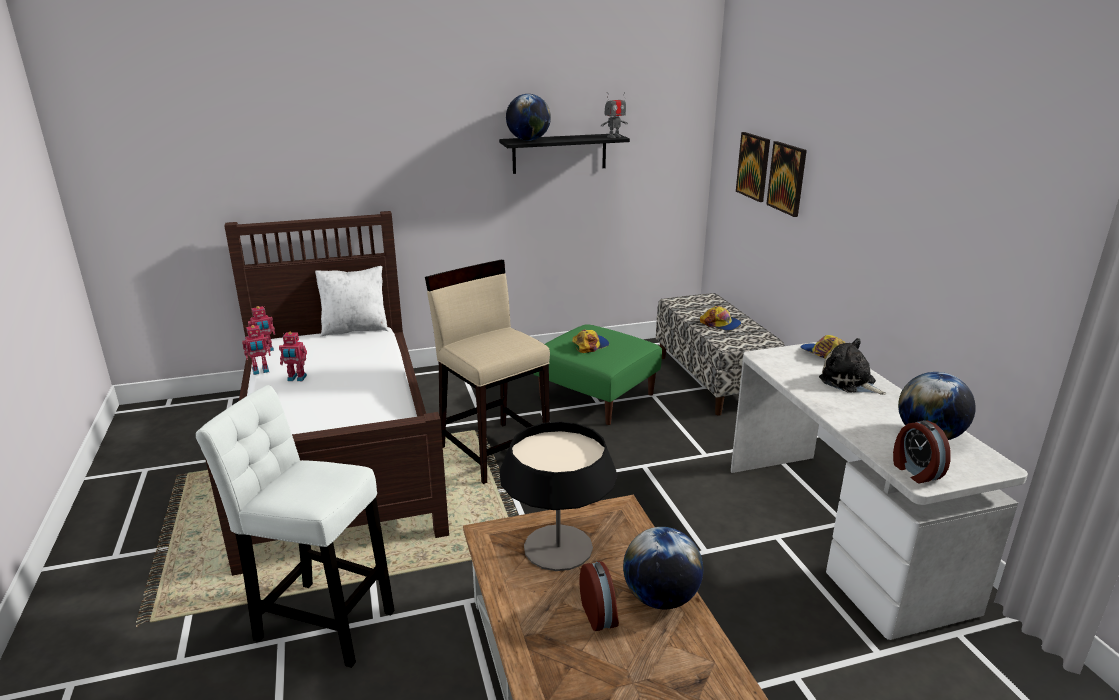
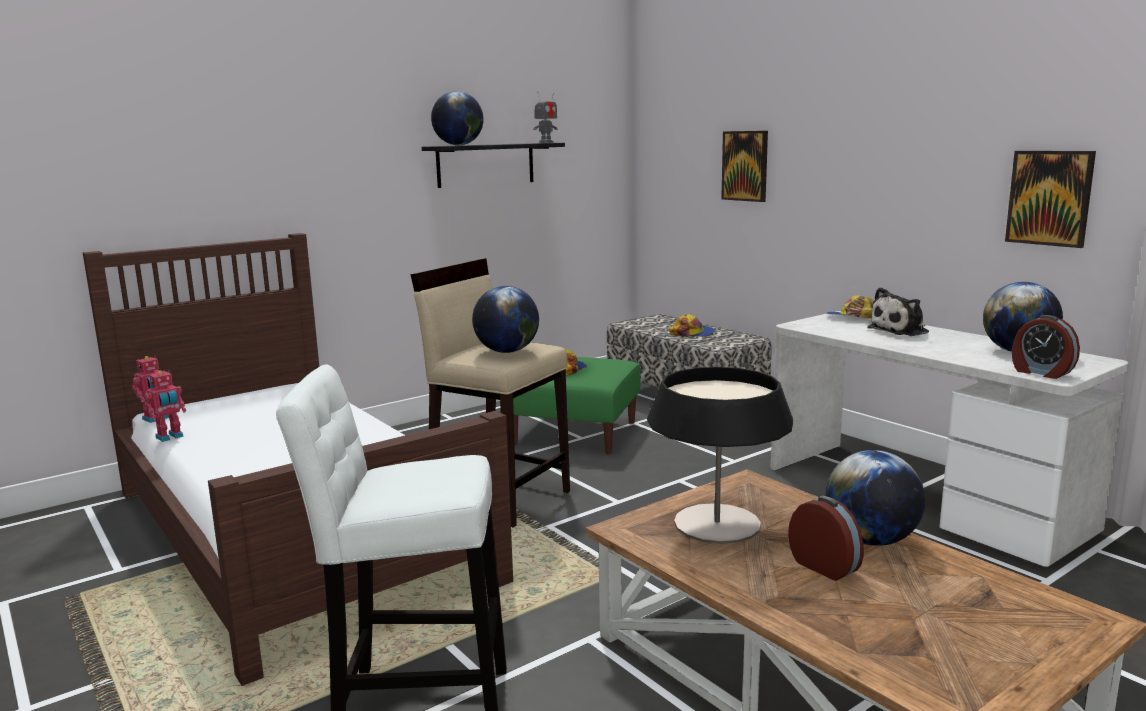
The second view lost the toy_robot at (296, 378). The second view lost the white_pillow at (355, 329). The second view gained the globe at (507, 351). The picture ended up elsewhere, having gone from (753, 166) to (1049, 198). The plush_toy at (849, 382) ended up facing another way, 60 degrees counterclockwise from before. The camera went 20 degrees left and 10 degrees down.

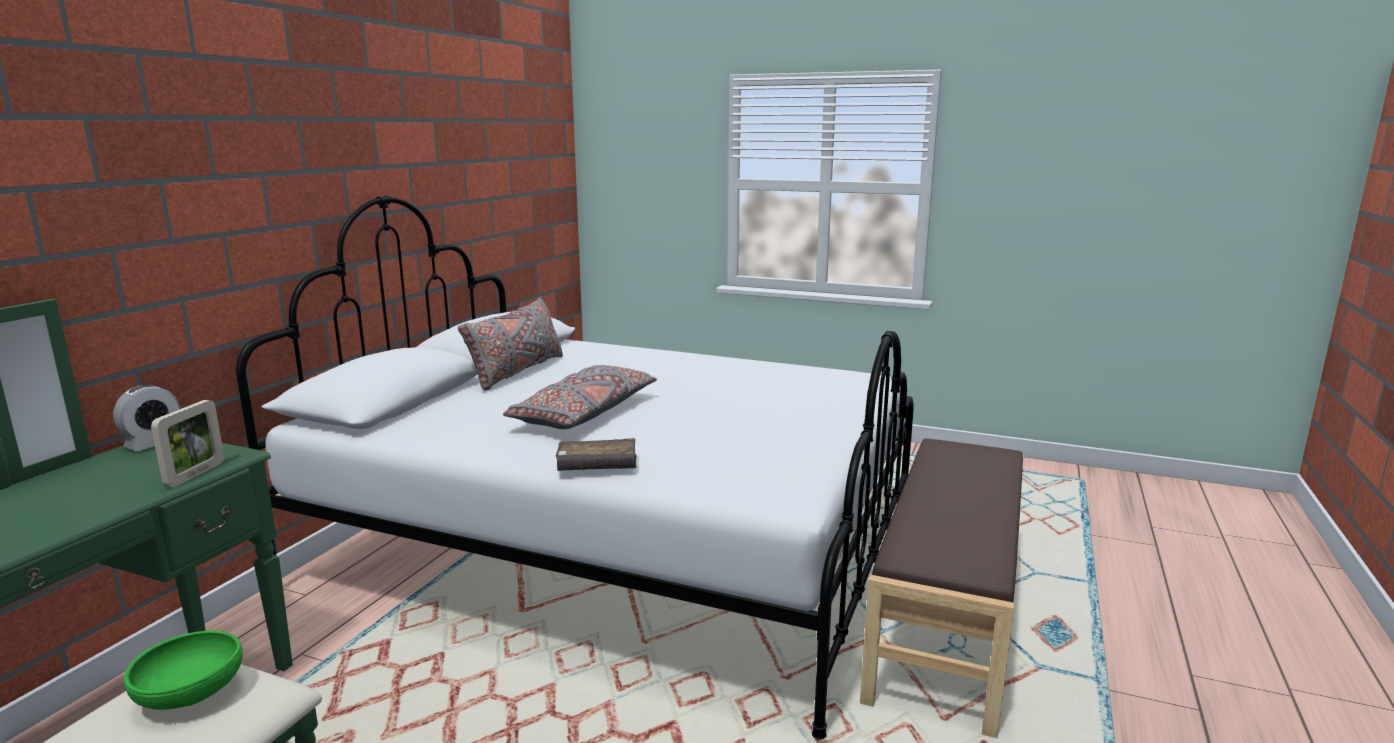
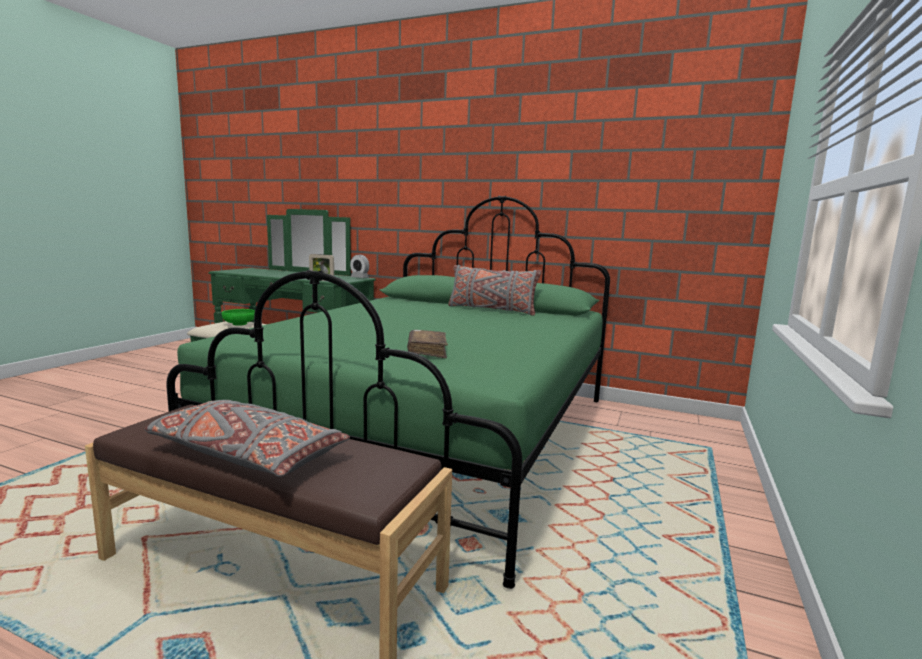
The grey_pillow ended up elsewhere, having gone from (584, 414) to (246, 455). The brown_book ended up elsewhere, having gone from (597, 467) to (427, 351). What was the white_bed at (618, 548) turned into the green_bed at (435, 435). The camera went 90 degrees right and 5 degrees down.

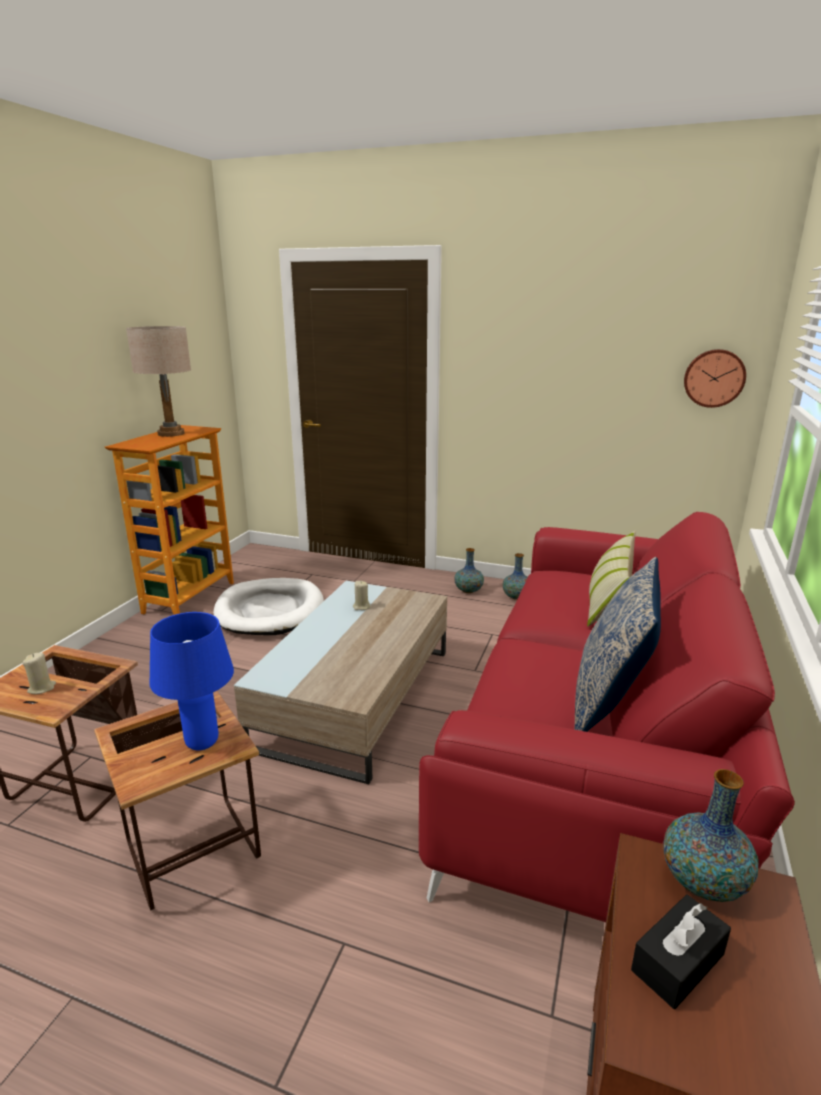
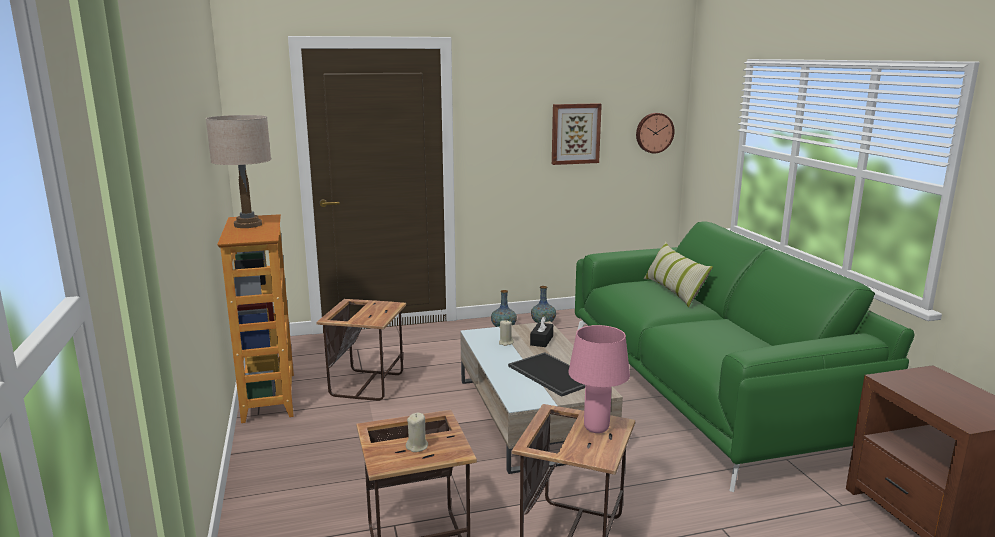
The second view lost the pillow at (609, 702). The second view lost the vase at (703, 882). The second view gained the tray at (550, 374). The second view gained the picture at (575, 133). The black_tissue_box ended up elsewhere, having gone from (677, 962) to (541, 340). Where the white_dog_bed stood at (270, 611), the side_table came to stand at (367, 384). What was the blue_table_lamp at (202, 741) turned into the pink_table_lamp at (595, 428). What was the red_sofa at (595, 744) turned into the green_sofa at (705, 389). The camera went 35 degrees left and 5 degrees down.

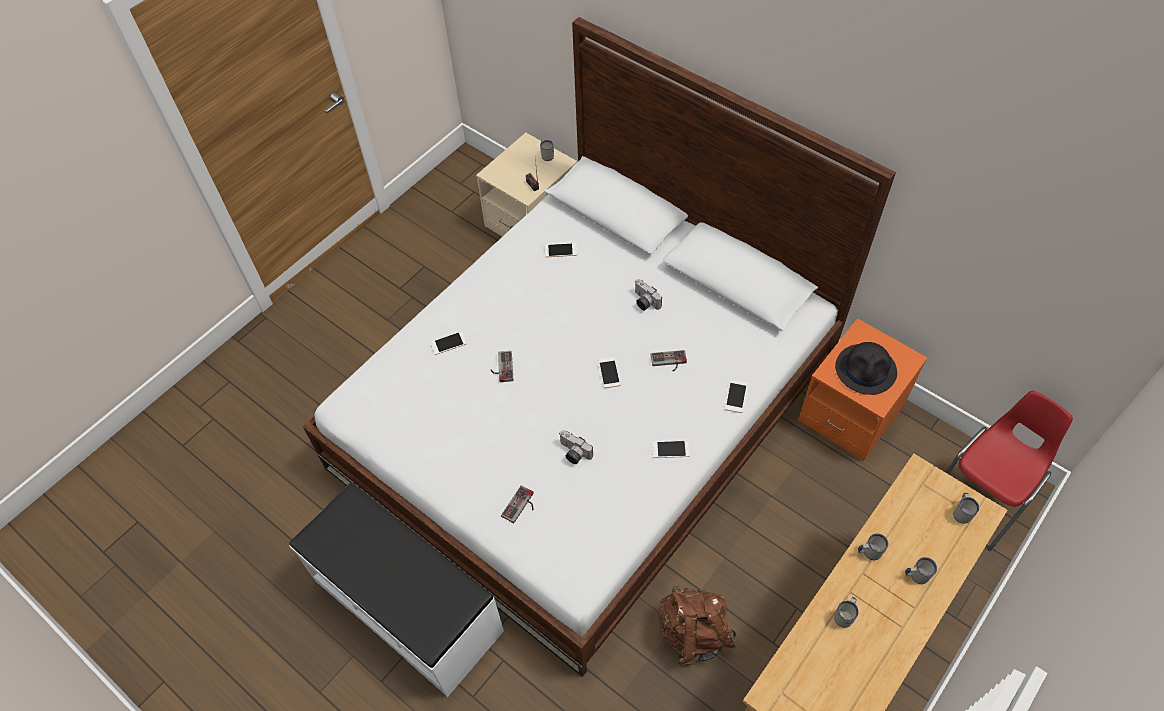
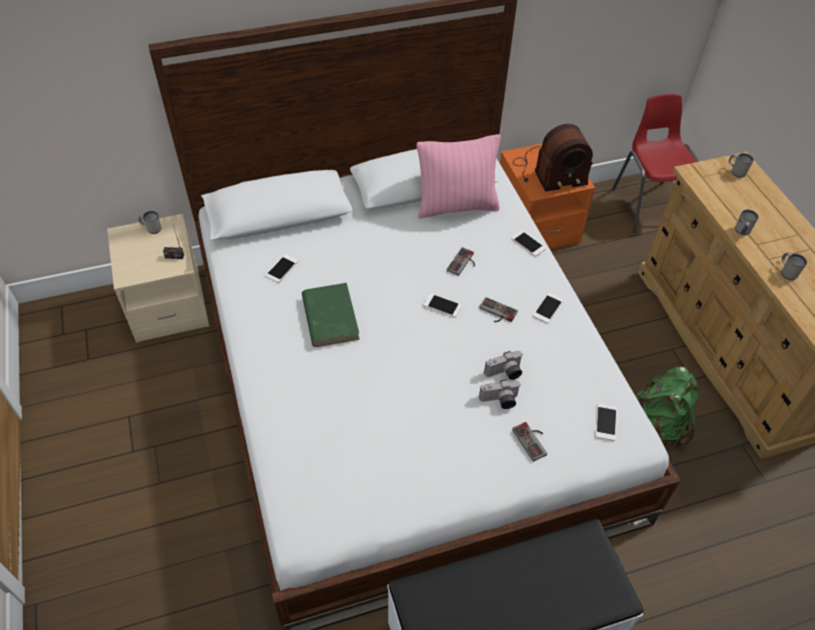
The second view lost the white_mug at (916, 575). The second view gained the green_book at (330, 317). The second view gained the pink_pillow at (456, 206). The phone ended up elsewhere, having gone from (448, 343) to (606, 422). The game_controller ended up elsewhere, having gone from (501, 367) to (496, 313). The photo_camera ended up elsewhere, having gone from (644, 302) to (499, 401). Where the black_hat stood at (866, 370), the radio came to stand at (549, 172). What was the brown_backpack at (693, 634) turned into the green_backpack at (657, 424). The camera went 60 degrees left and 5 degrees down.

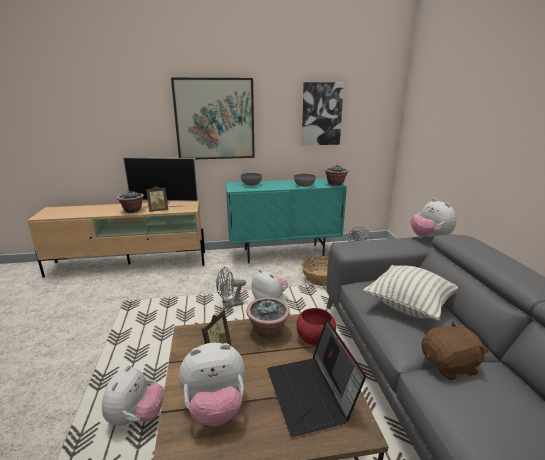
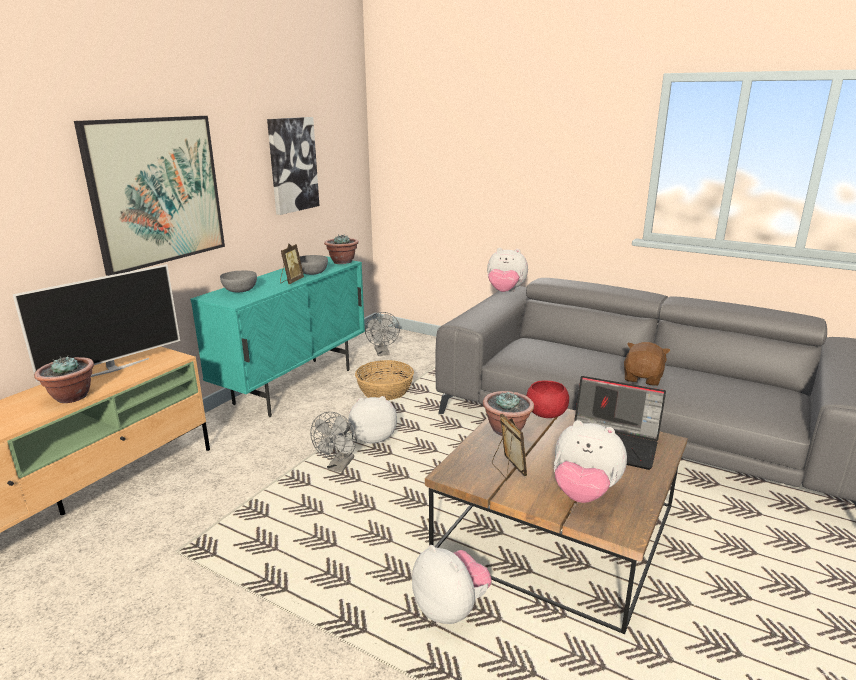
The second view lost the pillow at (409, 306). The picture_frame ended up elsewhere, having gone from (158, 210) to (291, 281). The plush_toy at (215, 407) ended up facing another way, 90 degrees clockwise from before. The camera went 50 degrees left and 0 degrees up.

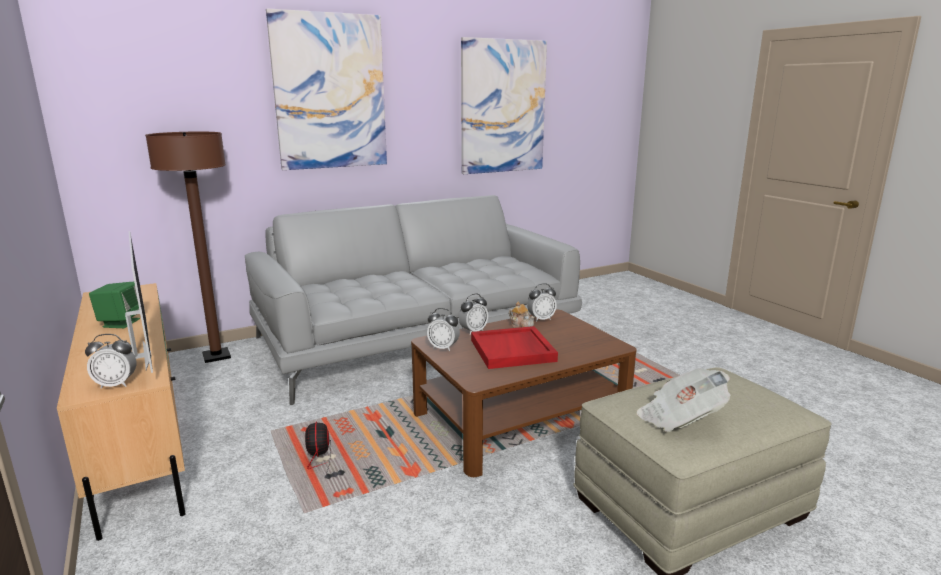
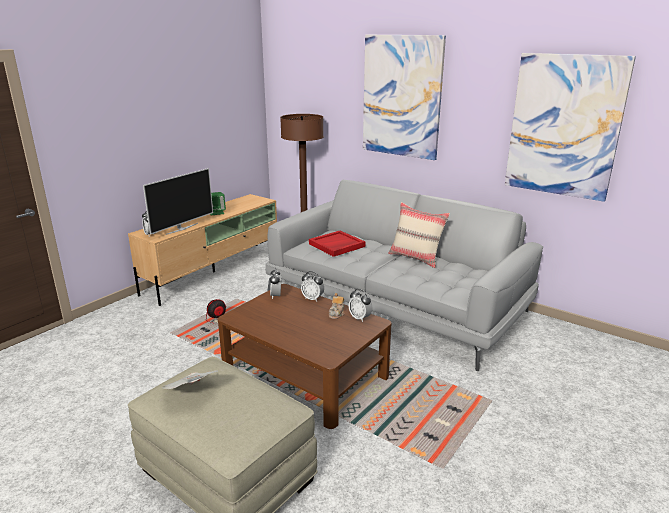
The second view gained the beige_pillow at (416, 258). The red_tray ended up elsewhere, having gone from (513, 350) to (336, 245). The camera went 65 degrees right and 5 degrees up.

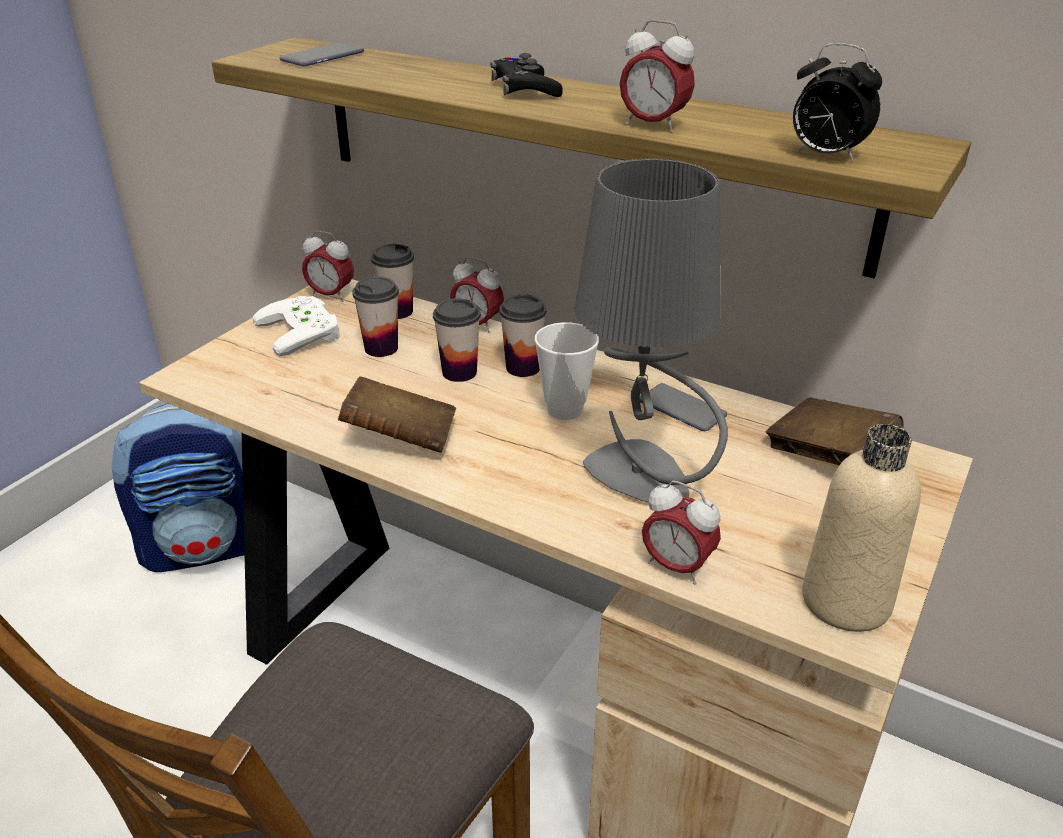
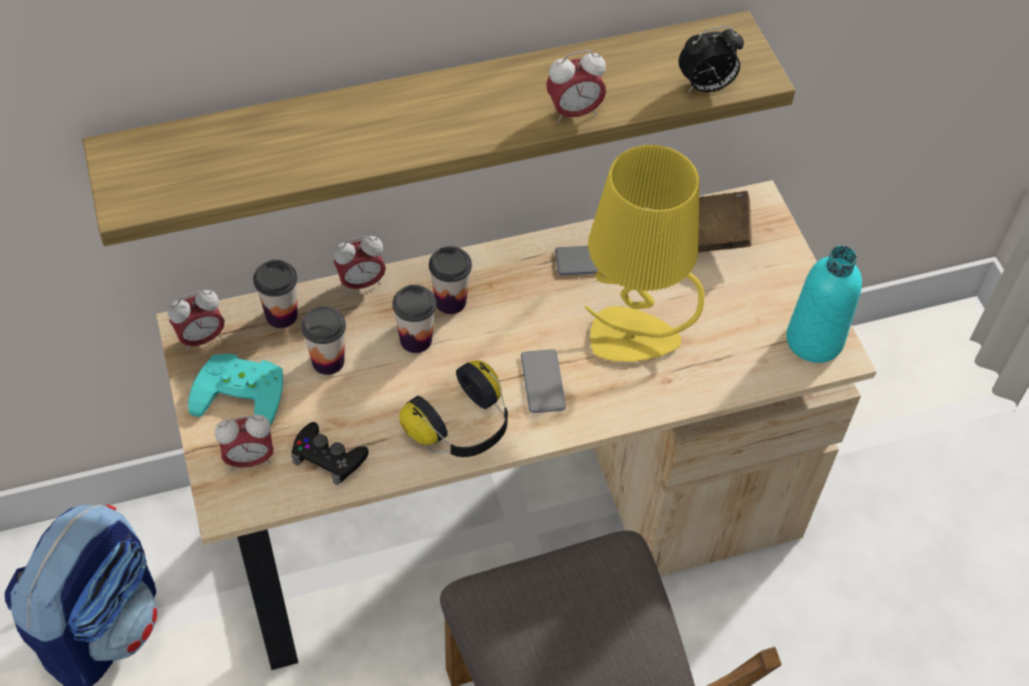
The second view lost the cup at (565, 410). The phone ended up elsewhere, having gone from (322, 57) to (543, 382). The black_game_controller ended up elsewhere, having gone from (525, 89) to (328, 457). The alarm_clock ended up elsewhere, having gone from (676, 567) to (249, 459). Where the brown_book stood at (401, 438), the headphones came to stand at (463, 427). What was the white_game_controller at (305, 331) turned into the turquoise_game_controller at (243, 390). What was the grey_table_lamp at (641, 476) turned into the yellow_table_lamp at (633, 337). What was the beige_bottle at (846, 601) turned into the turquoise_bottle at (814, 340). The camera went 50 degrees left and 20 degrees up.

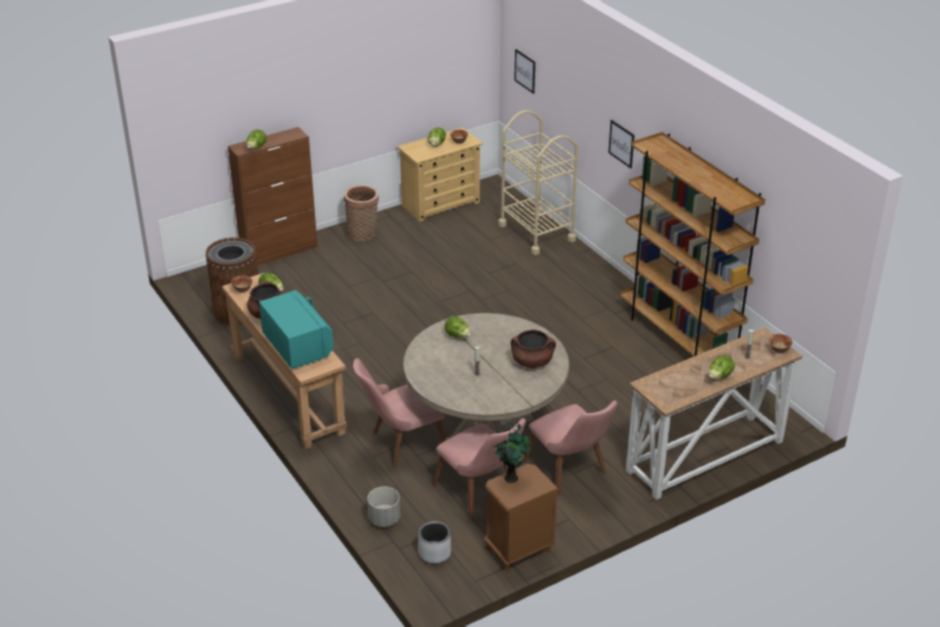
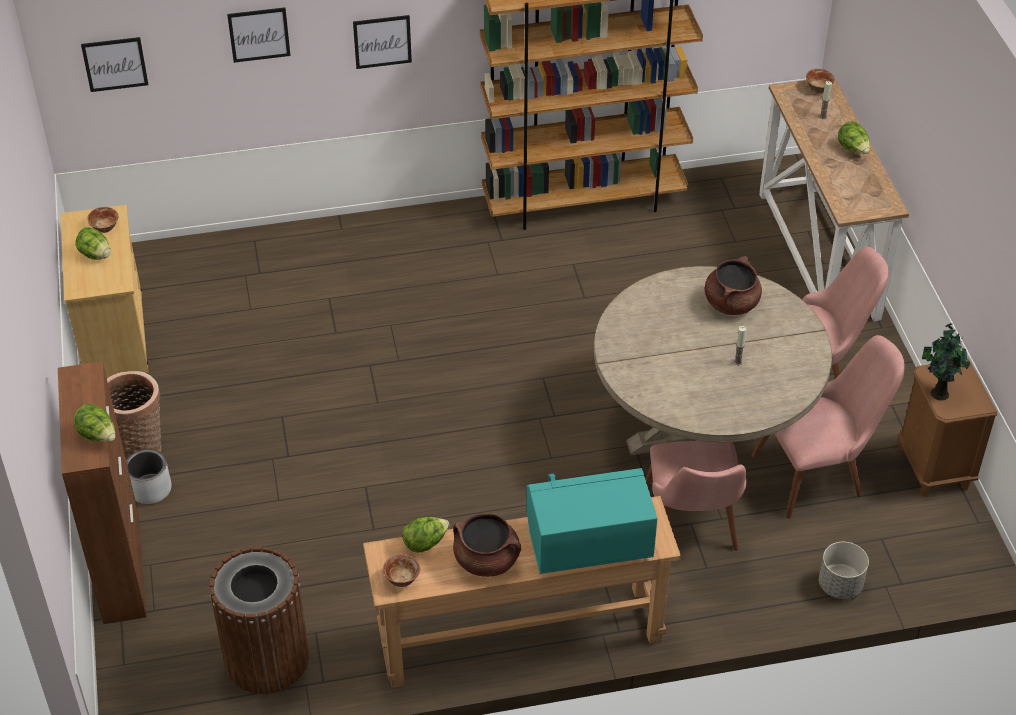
The second view lost the lettuce at (457, 336). The second view lost the beige_cart at (537, 232). The second view gained the picture at (259, 34). The grey_planter ended up elsewhere, having gone from (435, 552) to (150, 489). The camera went 70 degrees left and 10 degrees up.

